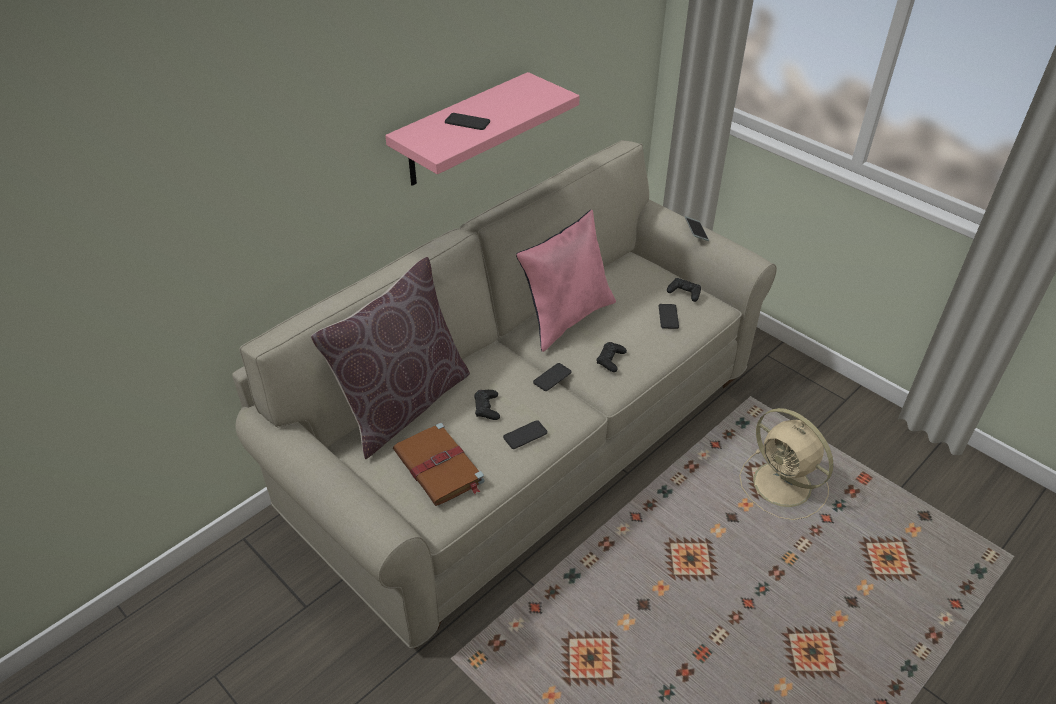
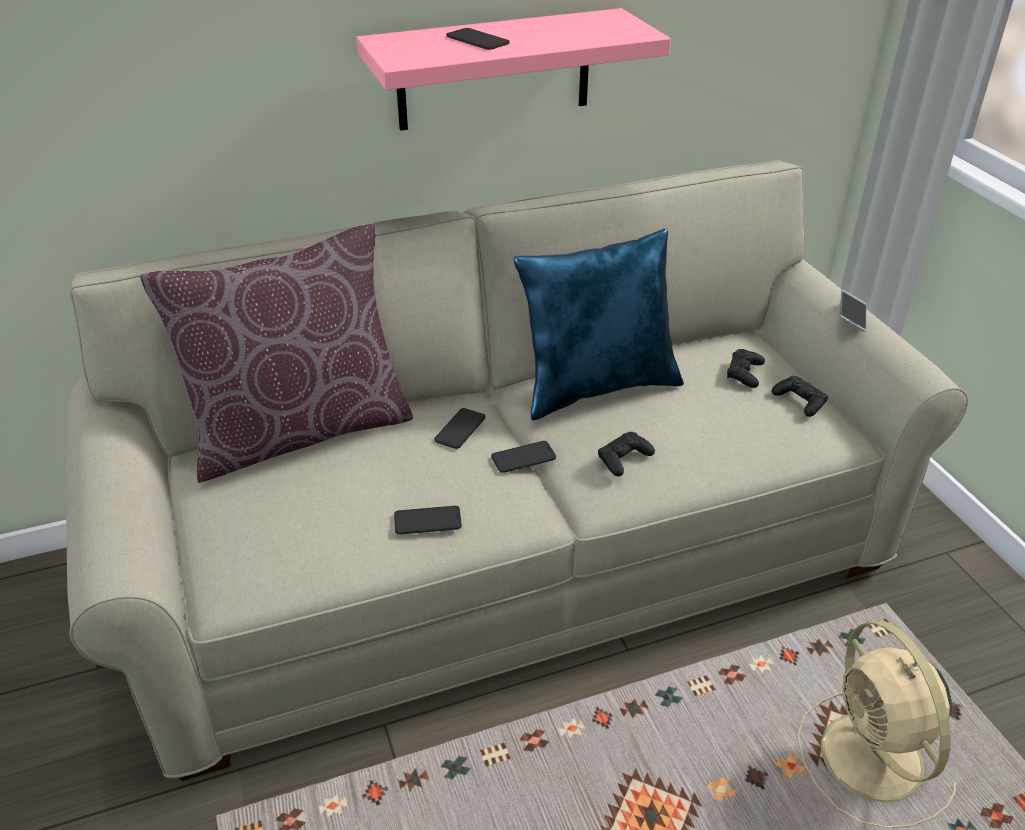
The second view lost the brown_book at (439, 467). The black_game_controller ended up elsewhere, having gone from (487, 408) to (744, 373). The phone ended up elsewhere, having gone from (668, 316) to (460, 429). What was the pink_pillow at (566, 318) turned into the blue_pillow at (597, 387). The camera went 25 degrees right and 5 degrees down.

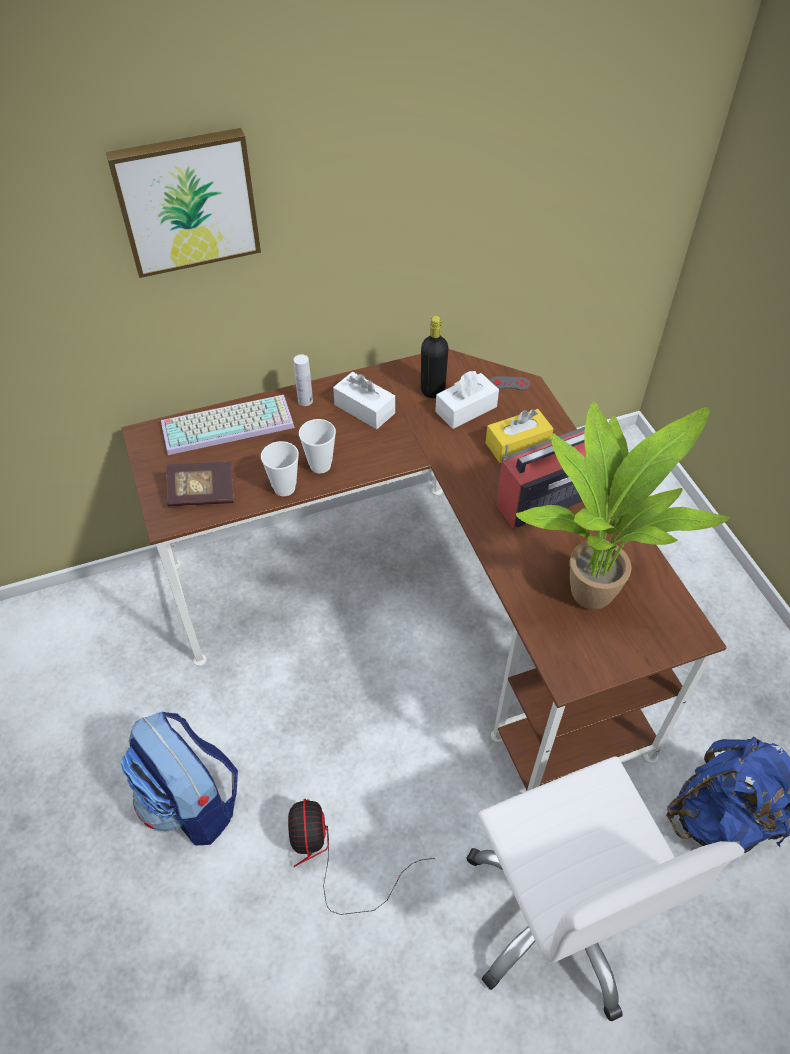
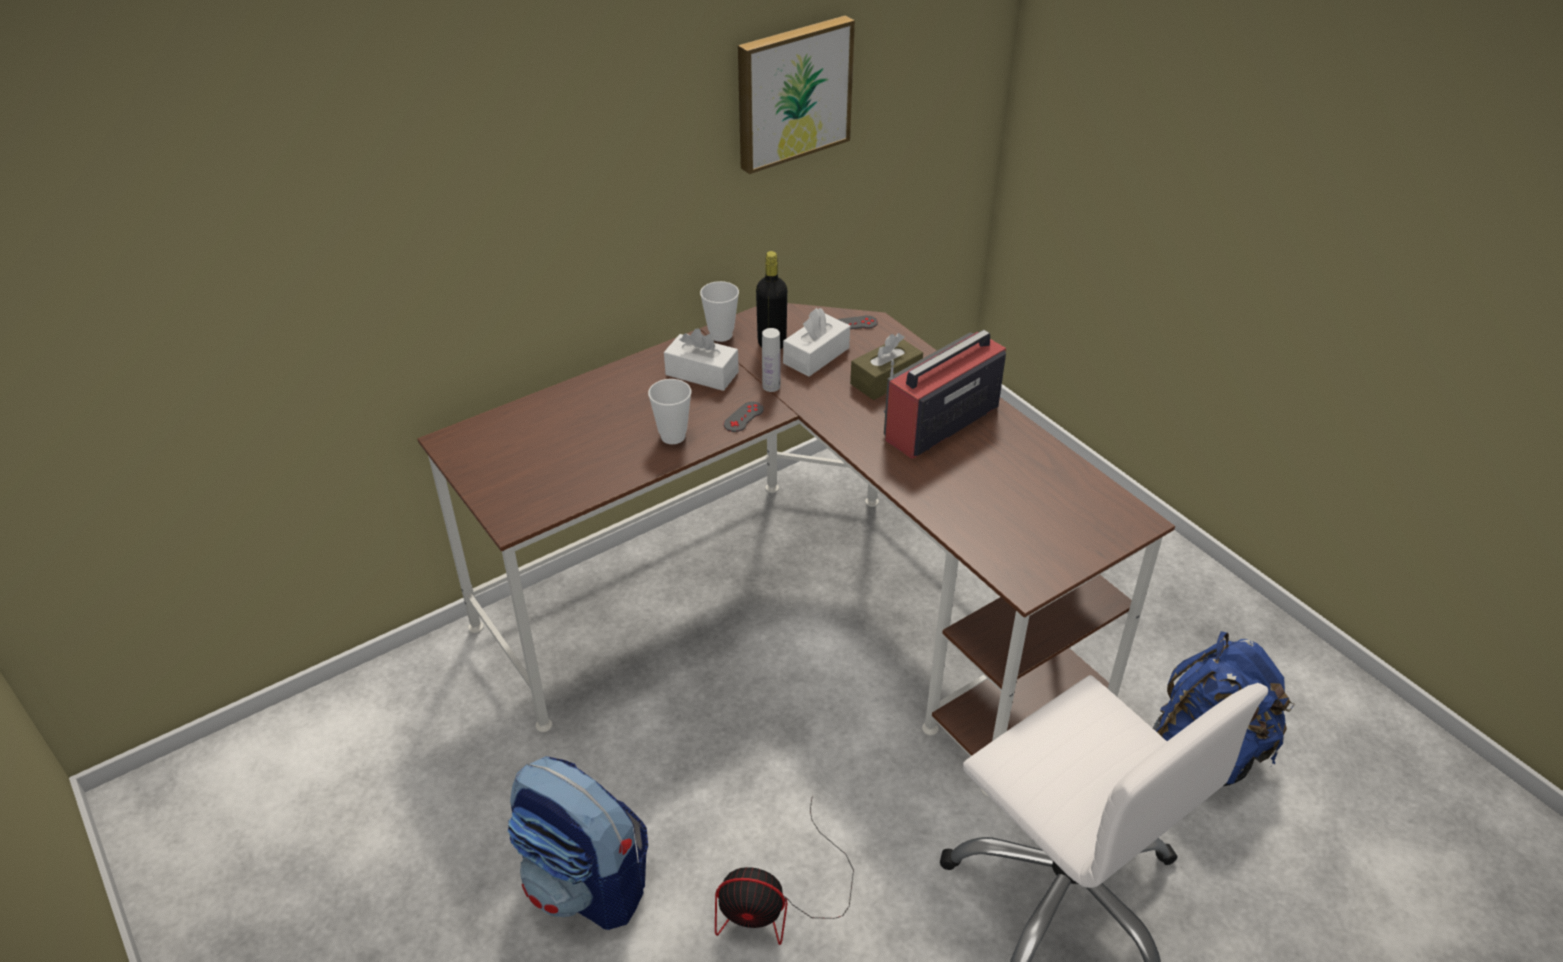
The second view lost the keyboard at (229, 423). The second view lost the book at (202, 493). The second view lost the potted_plant at (588, 589). The second view gained the grey_game_controller at (743, 417). The picture ended up elsewhere, having gone from (186, 201) to (792, 92). The cup ended up elsewhere, having gone from (284, 488) to (721, 335). The white_bottle ended up elsewhere, having gone from (305, 400) to (771, 386). What was the yellow_tissue_box at (517, 444) turned into the brown_tissue_box at (885, 379). The fan at (331, 857) ended up facing another way, 60 degrees counterclockwise from before. The camera went 15 degrees left and 10 degrees down.

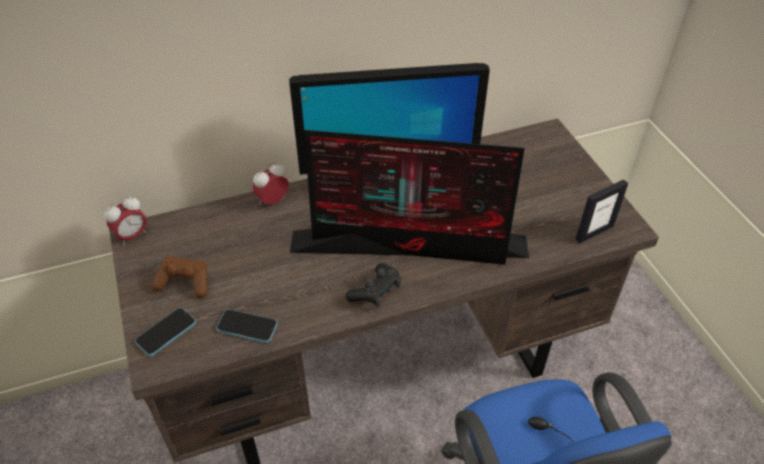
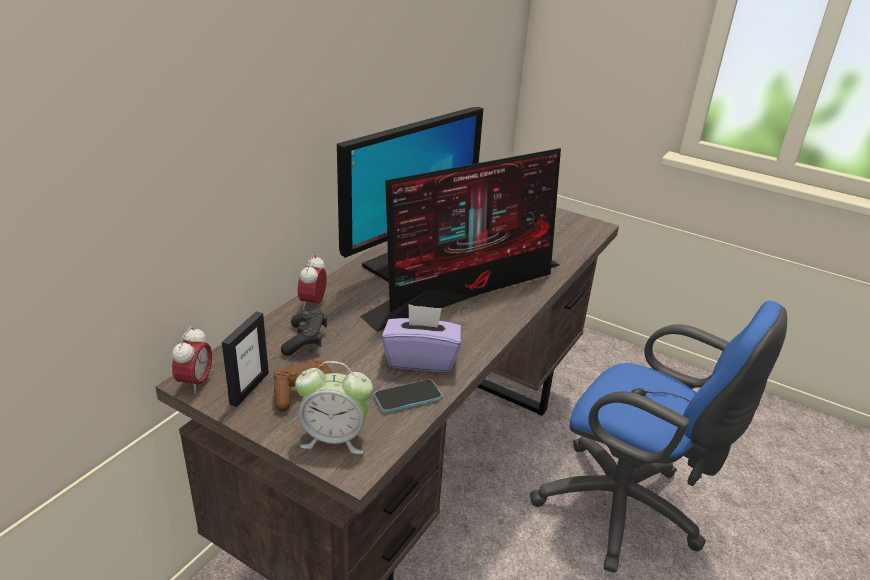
The second view gained the purple_tissue_box at (421, 359). The black_game_controller ended up elsewhere, having gone from (375, 292) to (305, 340). The picture_frame ended up elsewhere, having gone from (594, 232) to (249, 388). Where the phone stood at (166, 332), the alarm_clock came to stand at (335, 438). The camera went 40 degrees left and 15 degrees down.

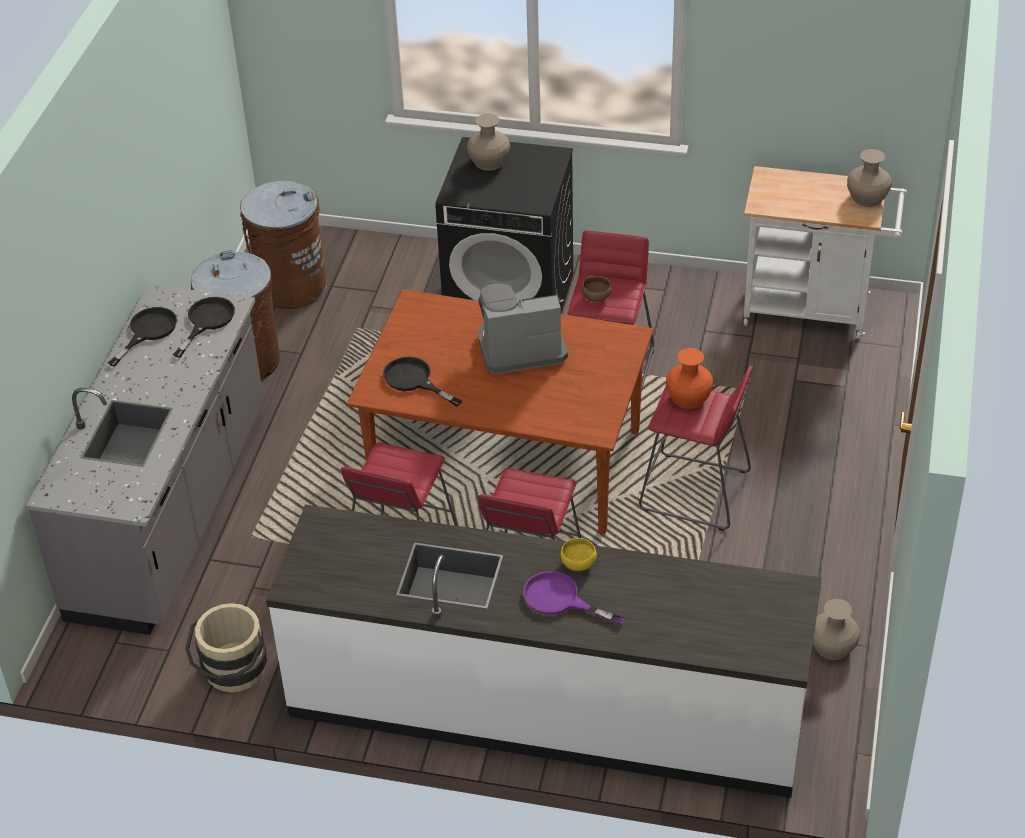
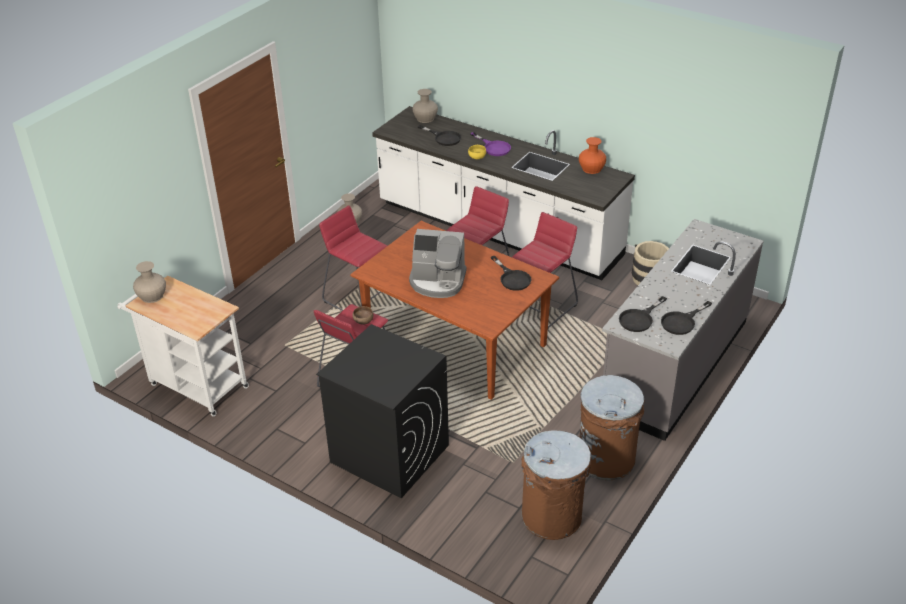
The second view gained the black_frying_pan at (444, 138). The beige_vase ended up elsewhere, having gone from (489, 162) to (425, 118). The orange_vase ended up elsewhere, having gone from (688, 397) to (591, 169). The camera went 160 degrees left and 5 degrees down.

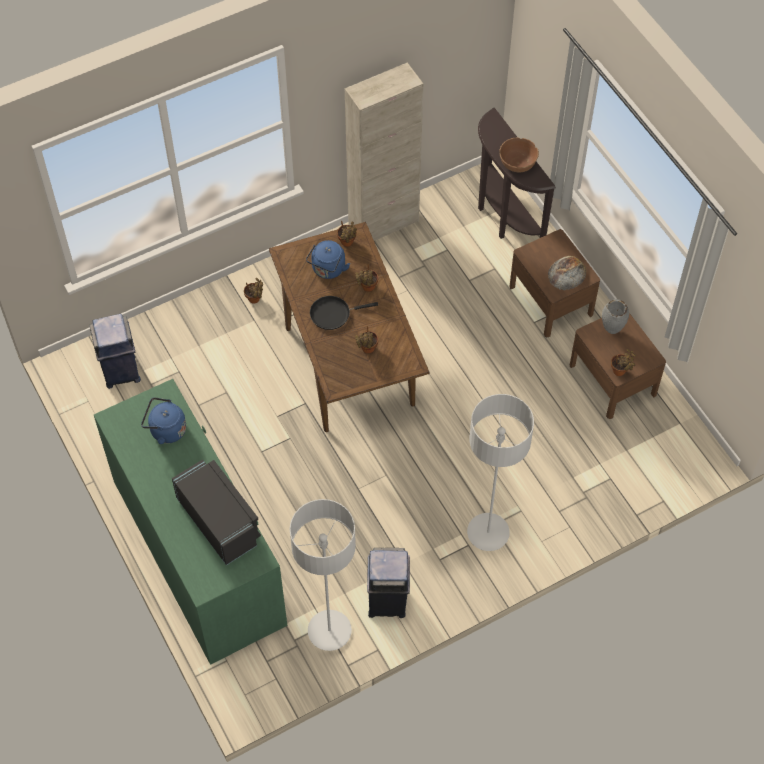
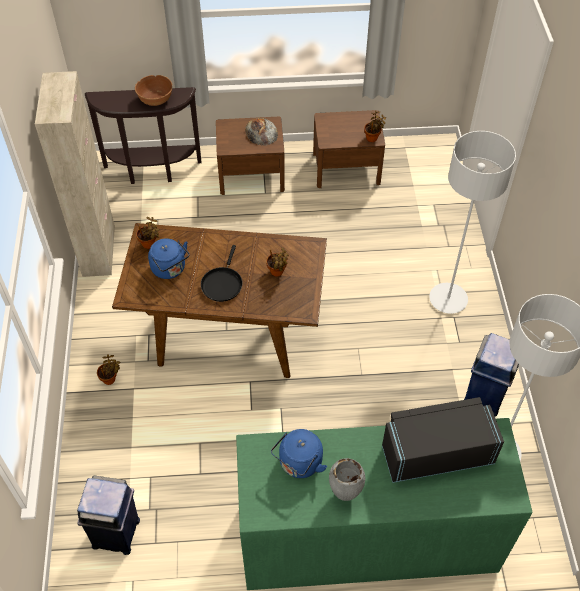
The second view lost the potted_plant at (367, 287). The grey_vase ended up elsewhere, having gone from (611, 330) to (344, 495). The camera went 65 degrees left and 5 degrees down.

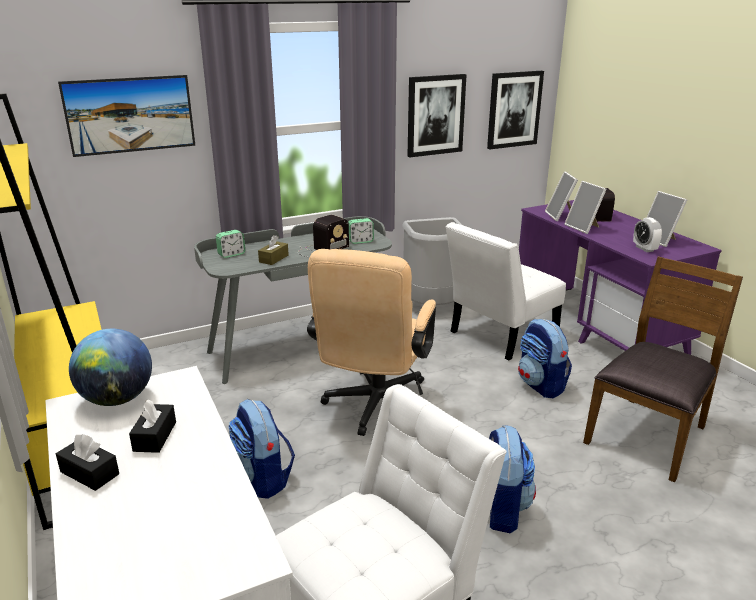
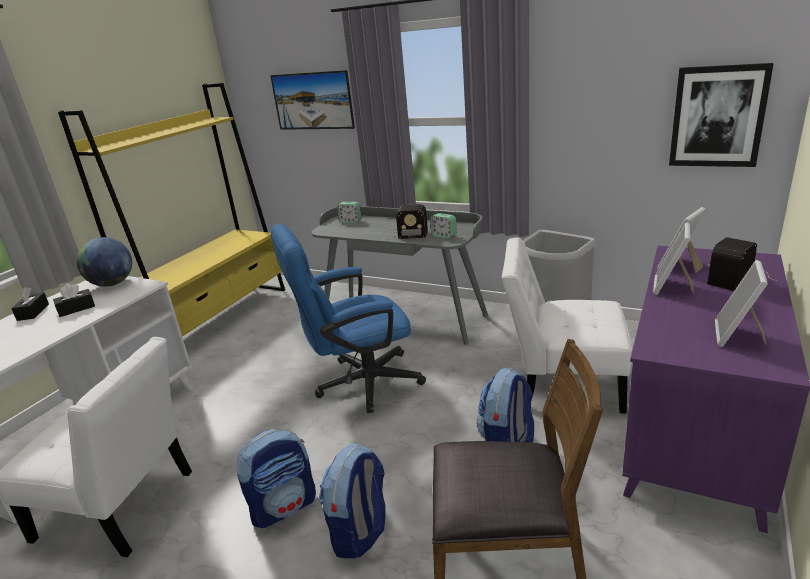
The second view lost the brown_tissue_box at (273, 259). The second view lost the picture at (435, 115). The second view lost the alarm_clock at (644, 249). The backpack ended up elsewhere, having gone from (263, 478) to (360, 532). What was the beige_office_chair at (374, 408) turned into the blue_office_chair at (359, 384). The camera went 55 degrees right and 0 degrees up.

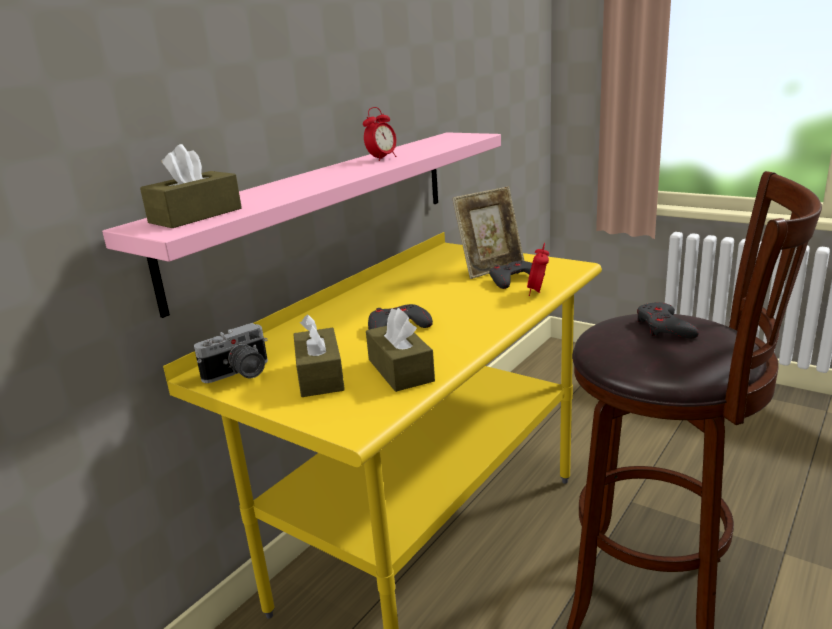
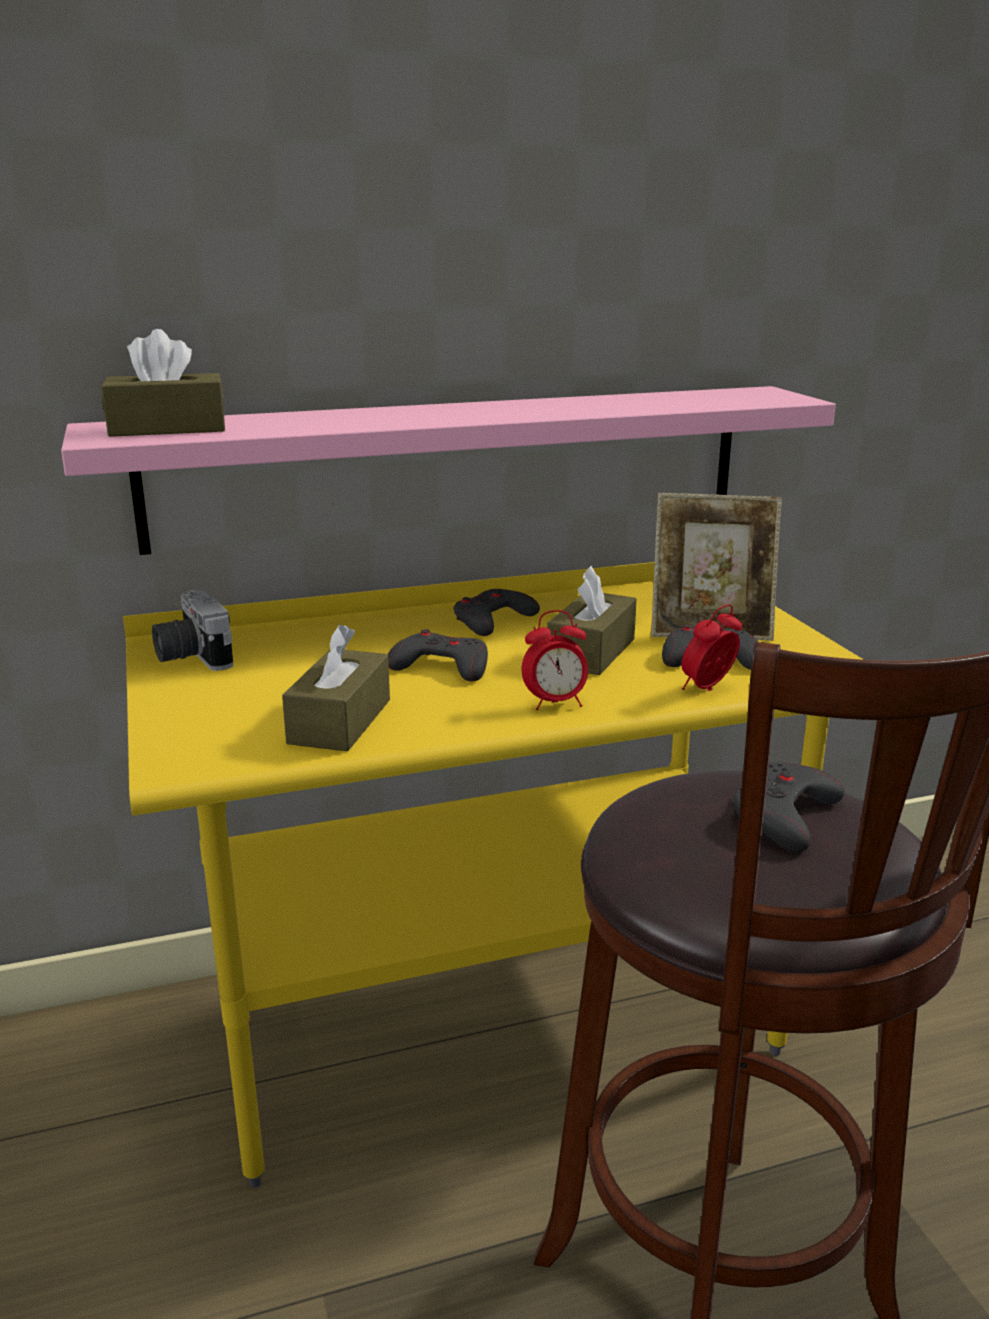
The second view gained the grey_game_controller at (492, 620). The brown_tissue_box ended up elsewhere, having gone from (320, 376) to (591, 652). The alarm_clock ended up elsewhere, having gone from (382, 159) to (555, 703). The photo_camera at (240, 374) ended up facing another way, 60 degrees clockwise from before. The camera went 35 degrees right and 0 degrees up.

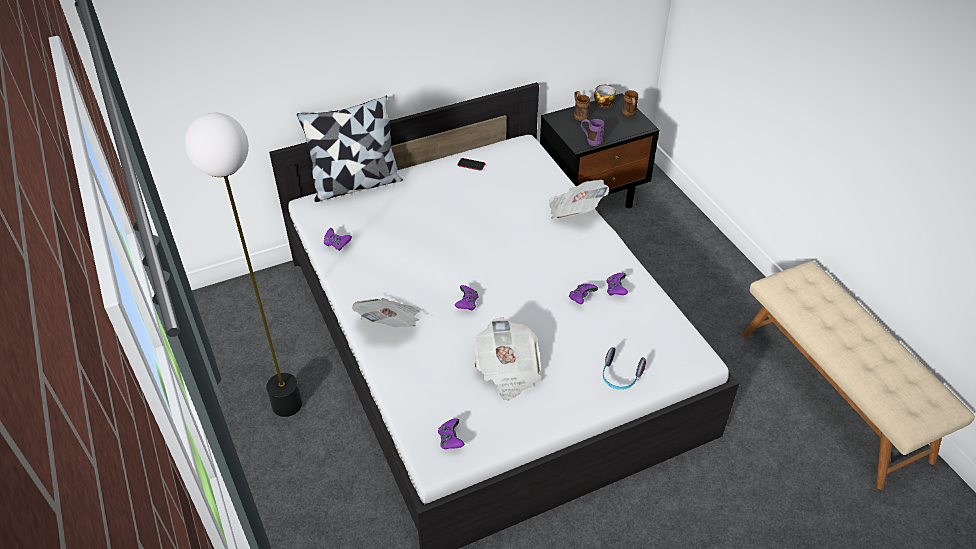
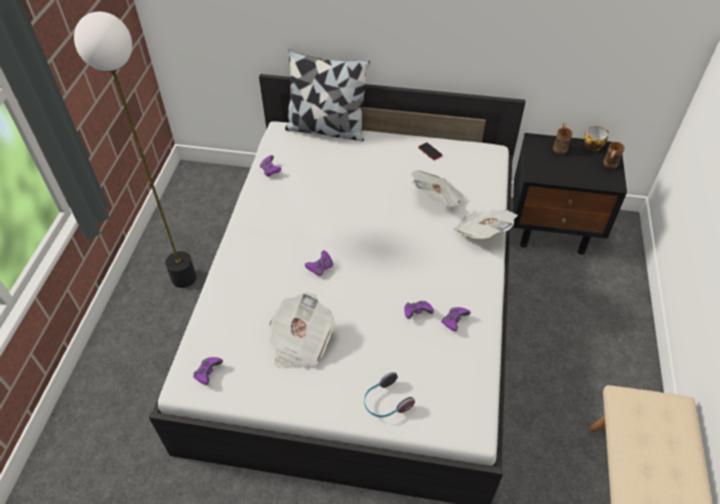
The second view lost the purple_mug at (591, 141). The newspaper ended up elsewhere, having gone from (391, 324) to (438, 199). The camera went 35 degrees right and 5 degrees up.

